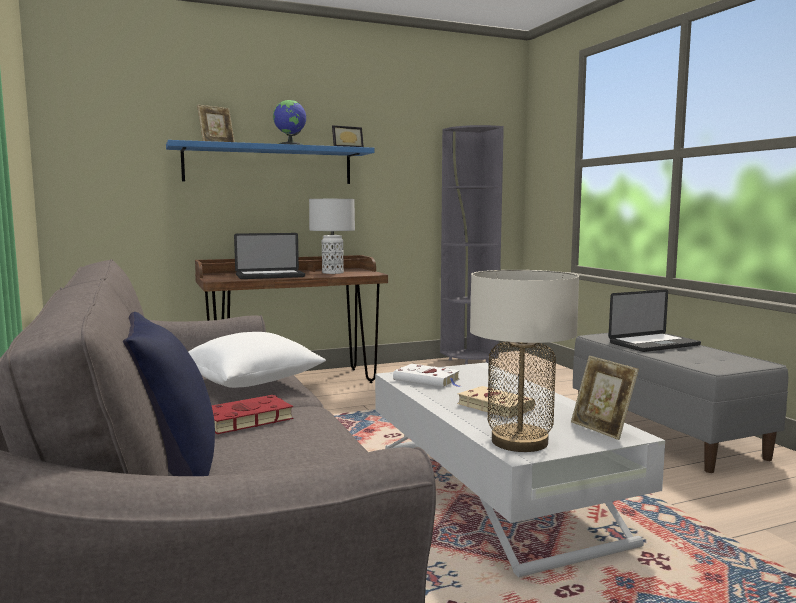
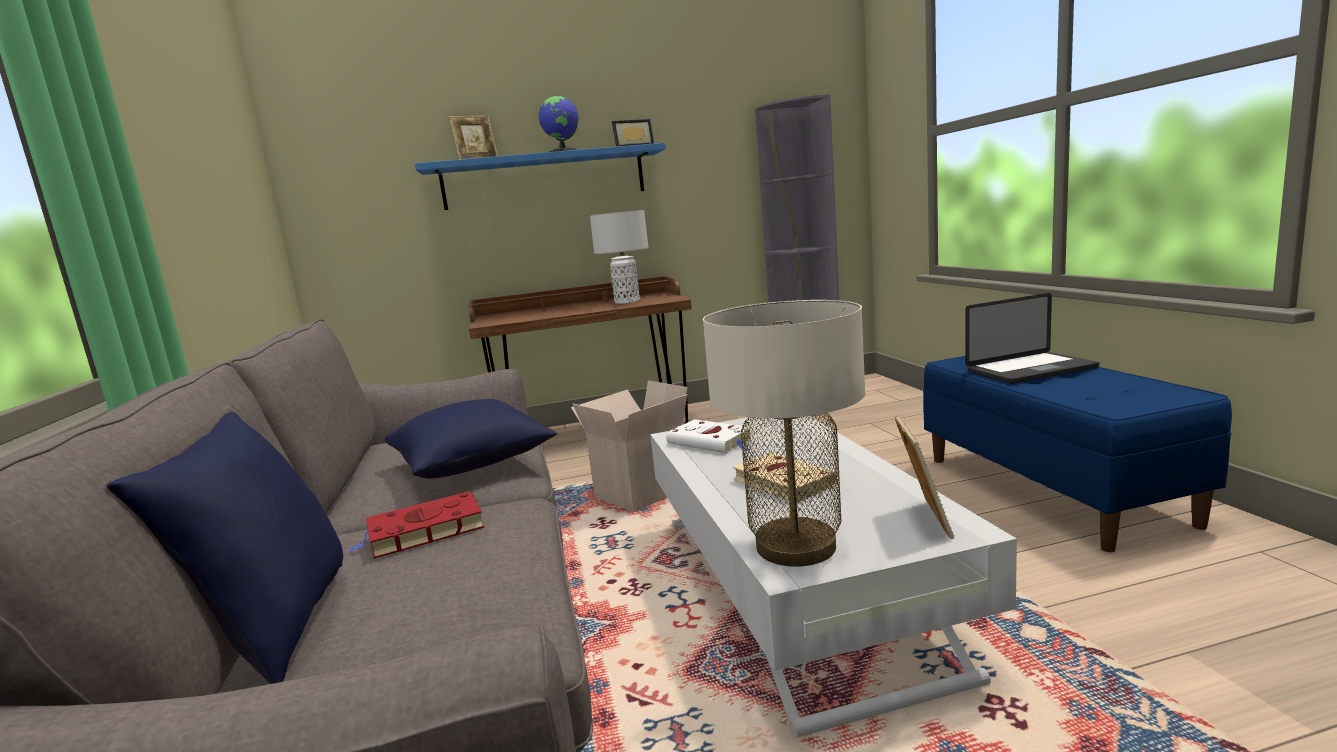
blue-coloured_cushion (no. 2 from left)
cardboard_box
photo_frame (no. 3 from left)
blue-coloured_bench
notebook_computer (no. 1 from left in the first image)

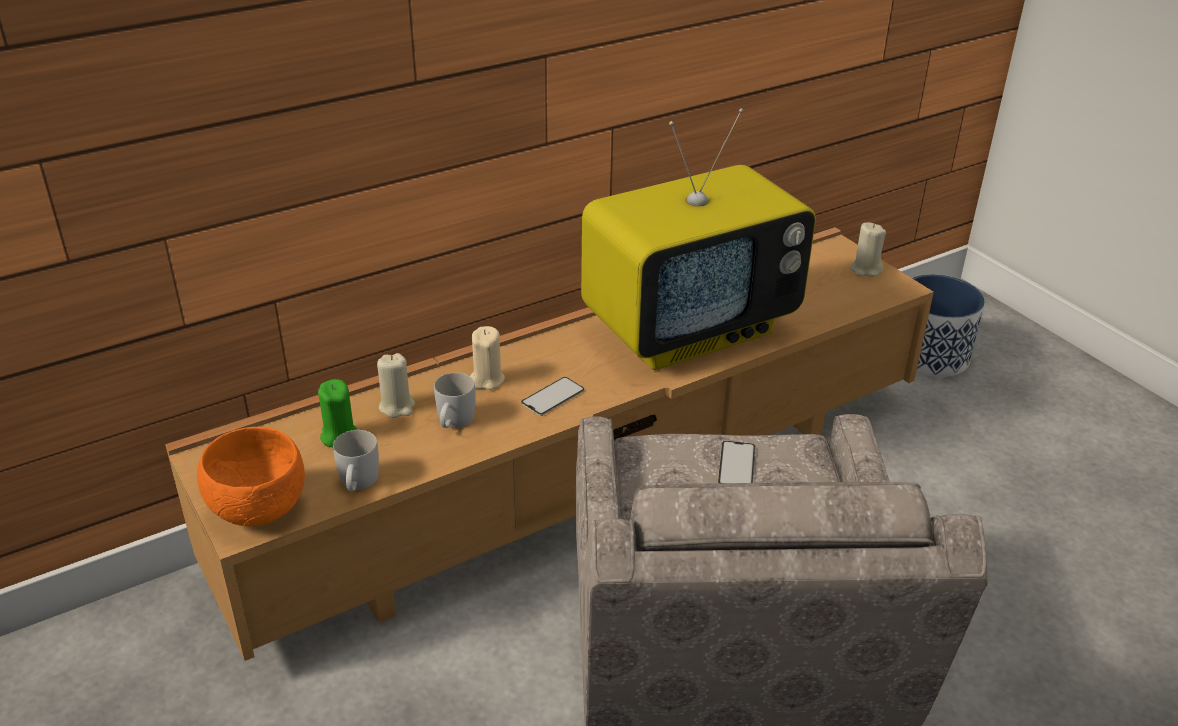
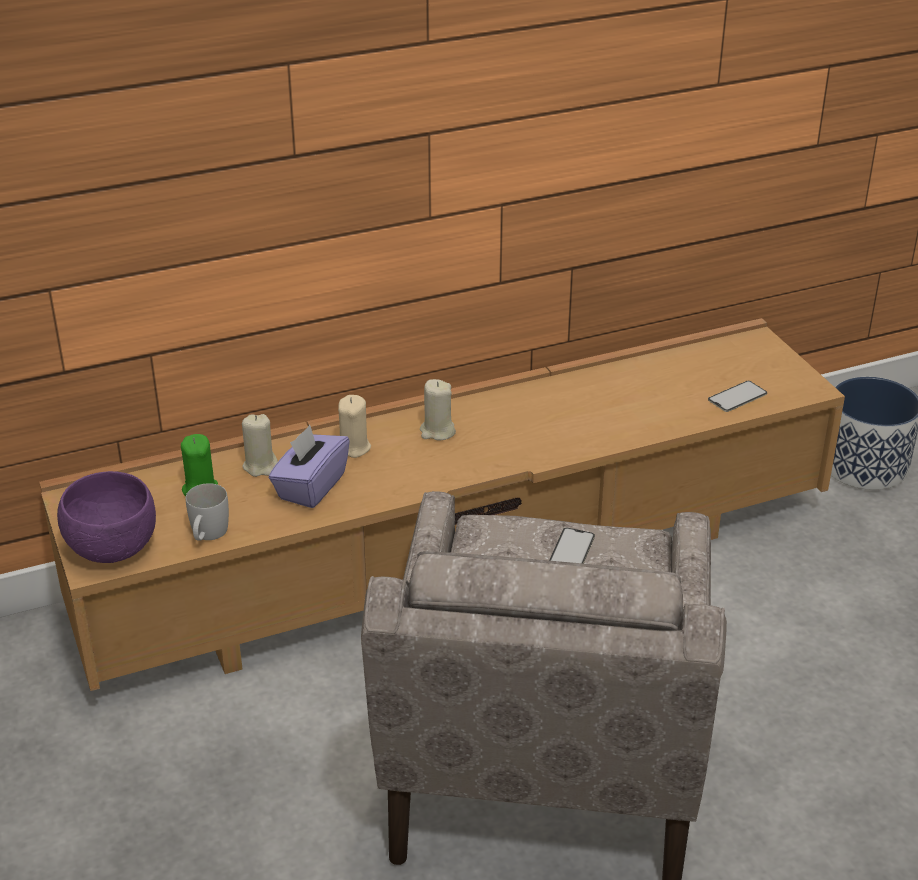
purplish_deep_dish
purplish_tissue_box
beige_candle (no. 3 from left)
handset (no. 2 from left)
TV

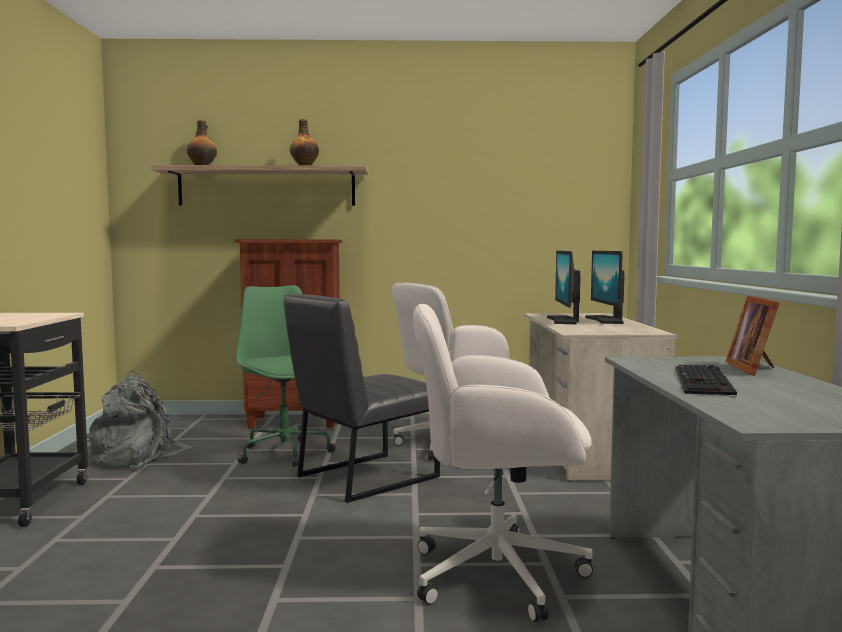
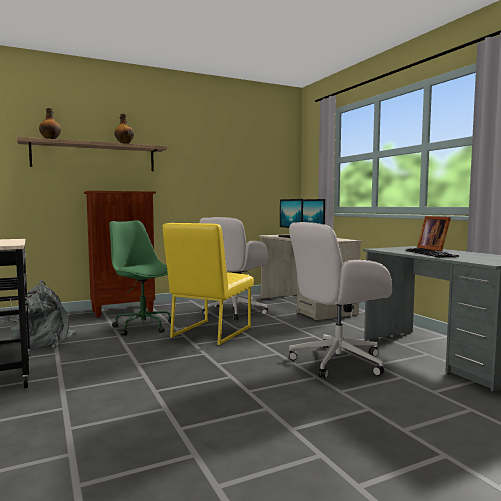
yellow_chair

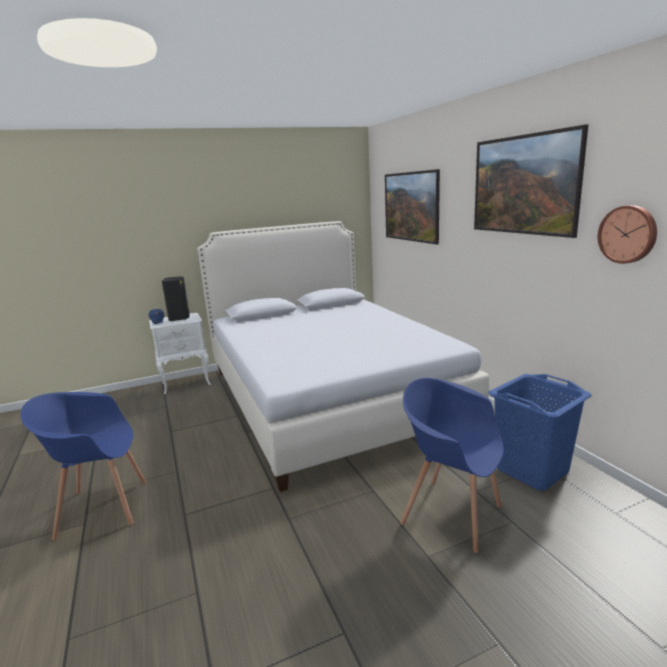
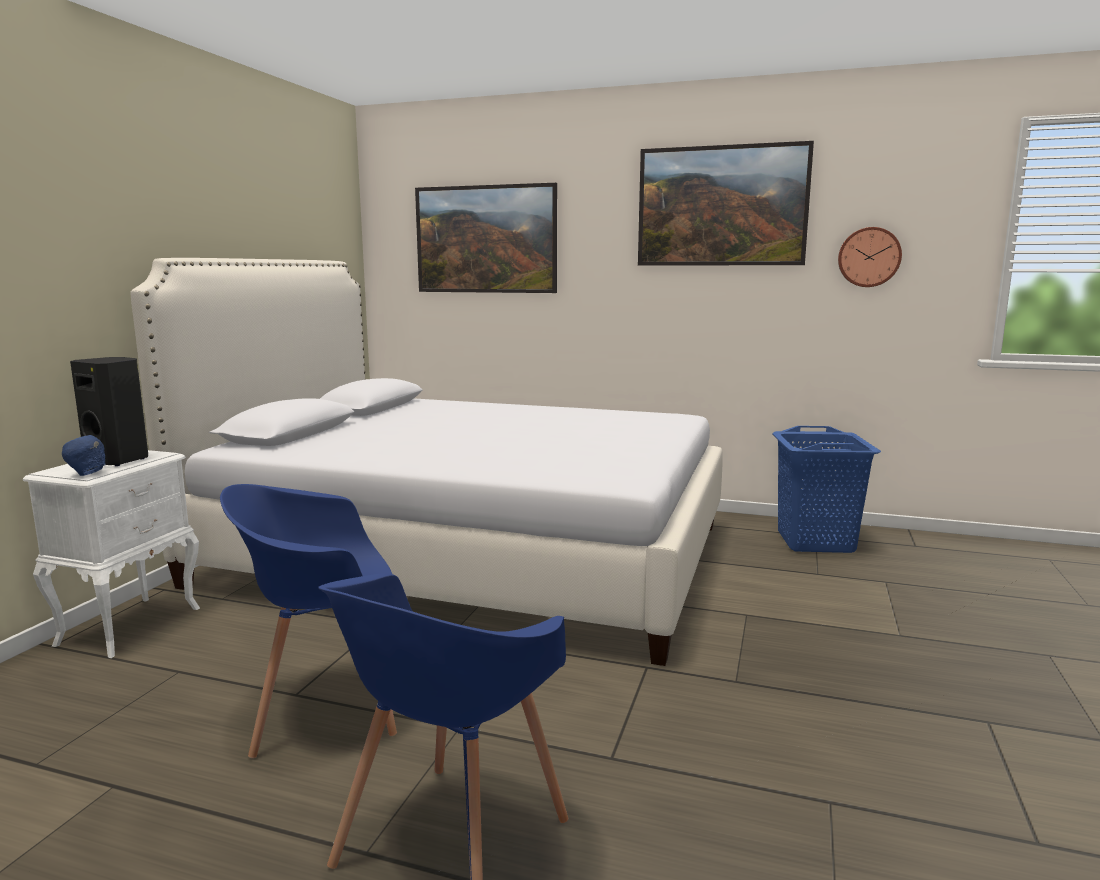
blue-coloured_chair (no. 1 from left)

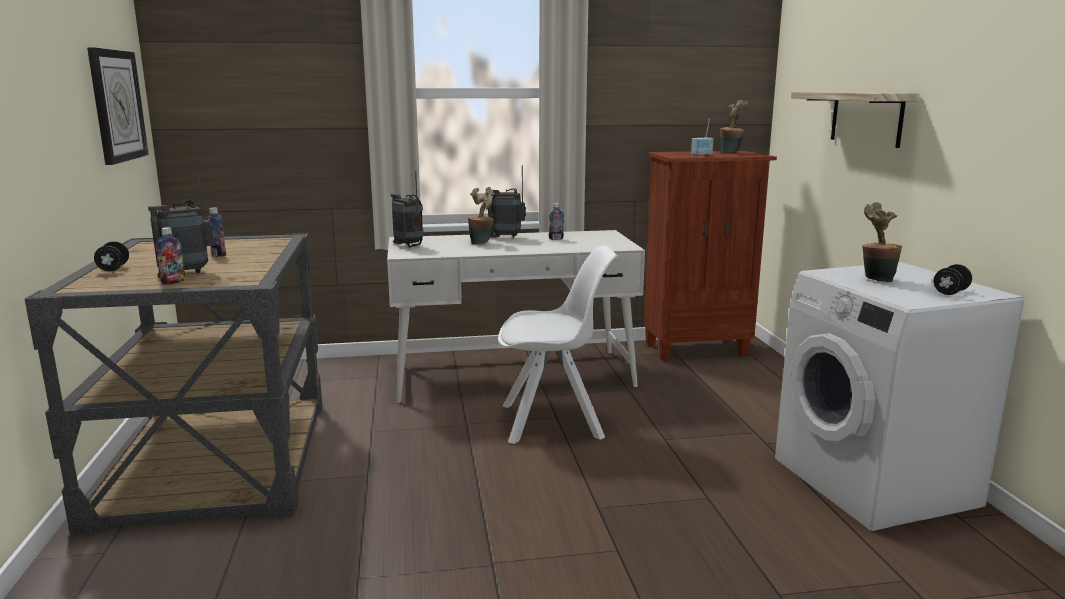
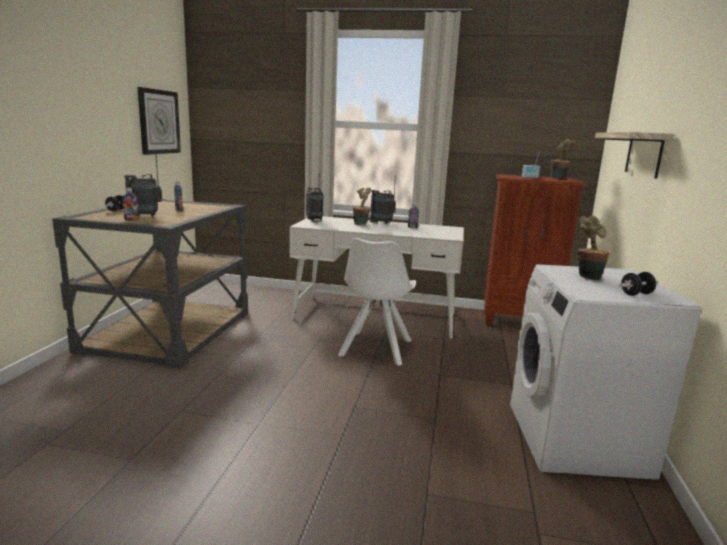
white_chair

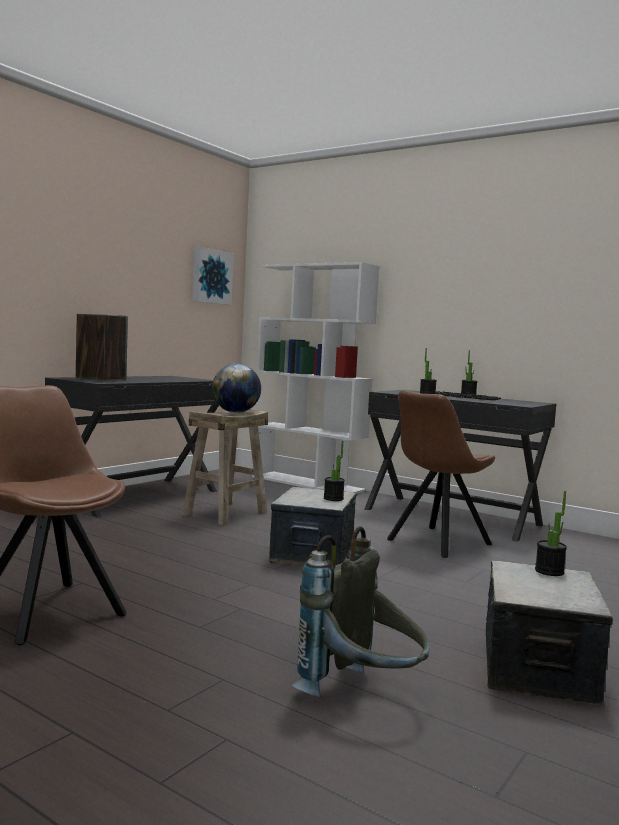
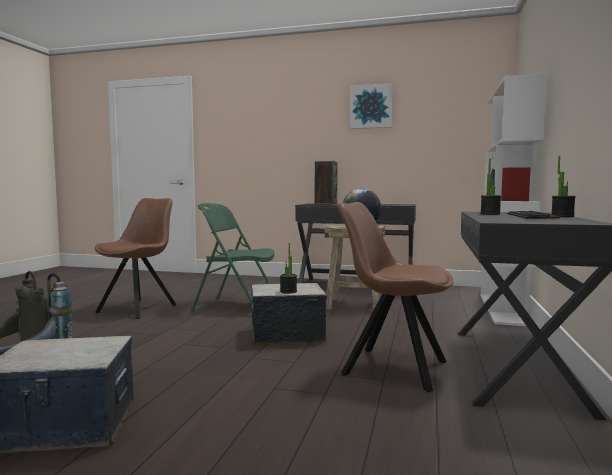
green-coloured_chair
wall_art
potted_plant (no. 4 from left in the first image)

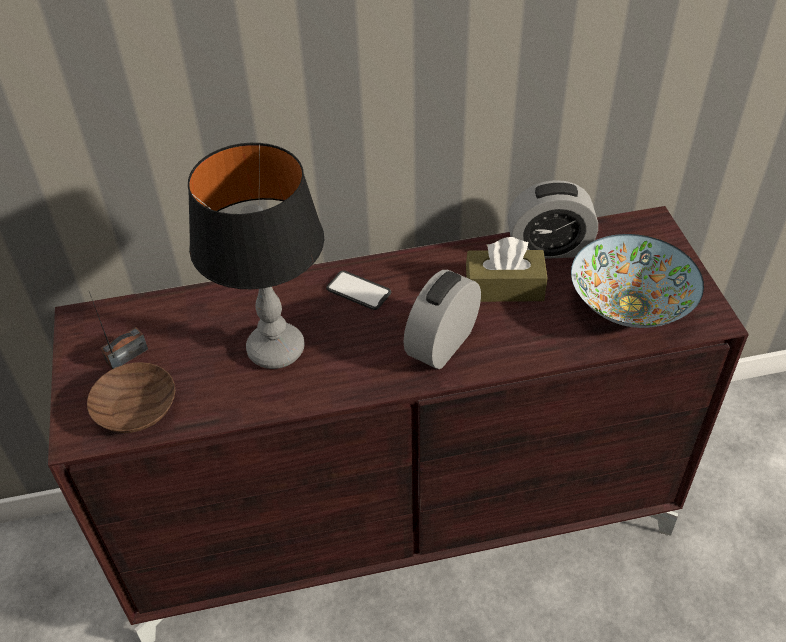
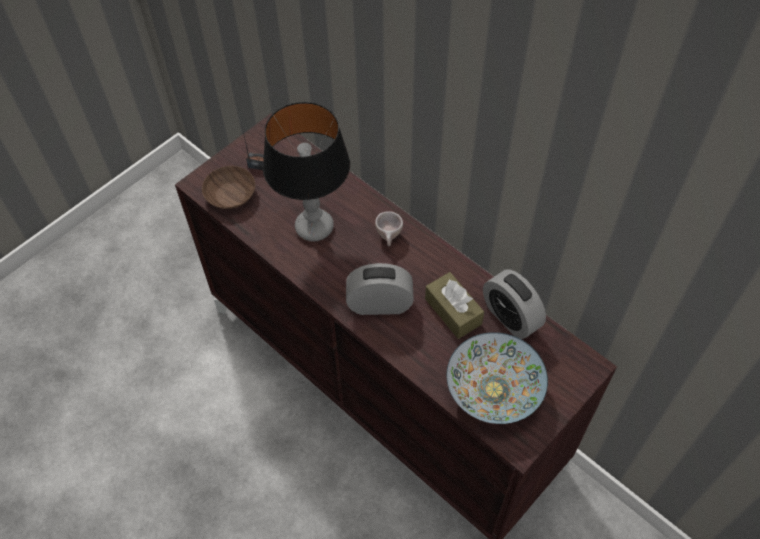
beige_cup

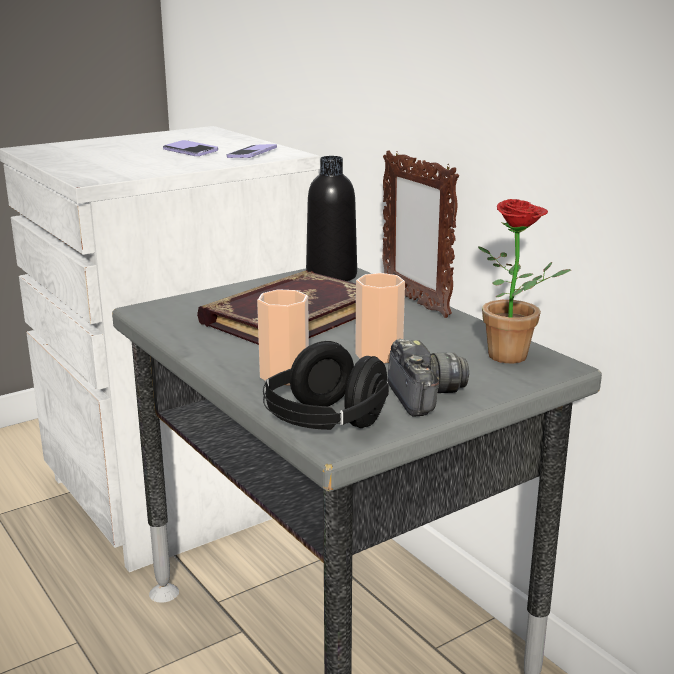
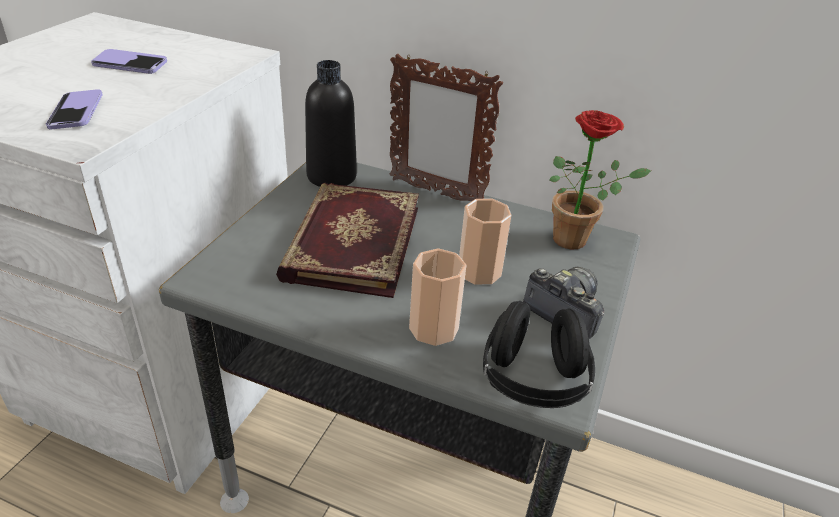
handset (no. 1 from left)

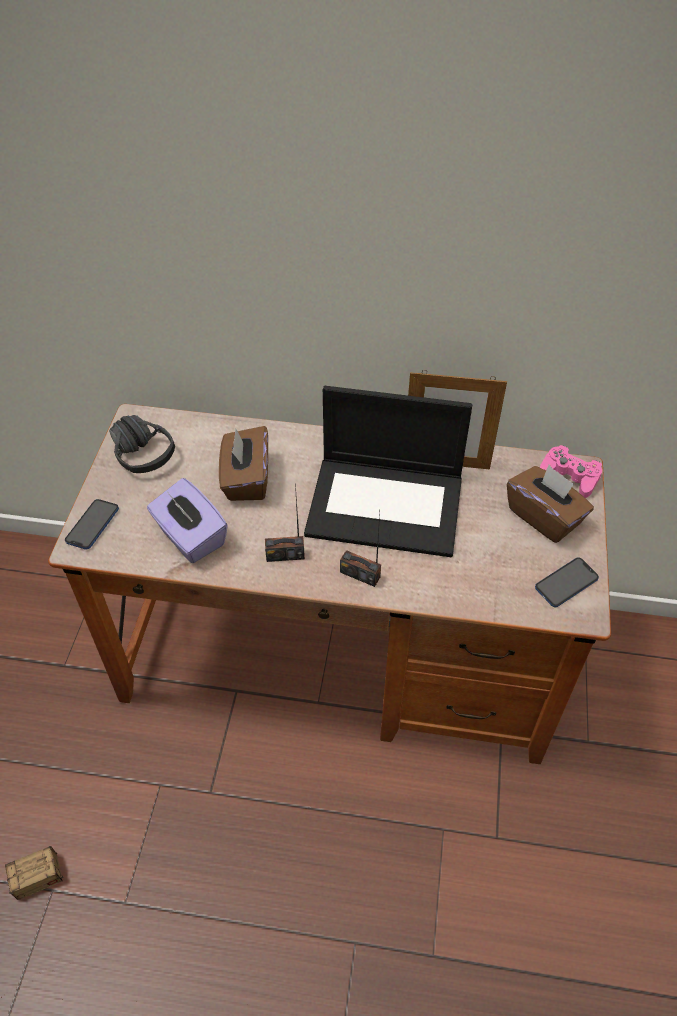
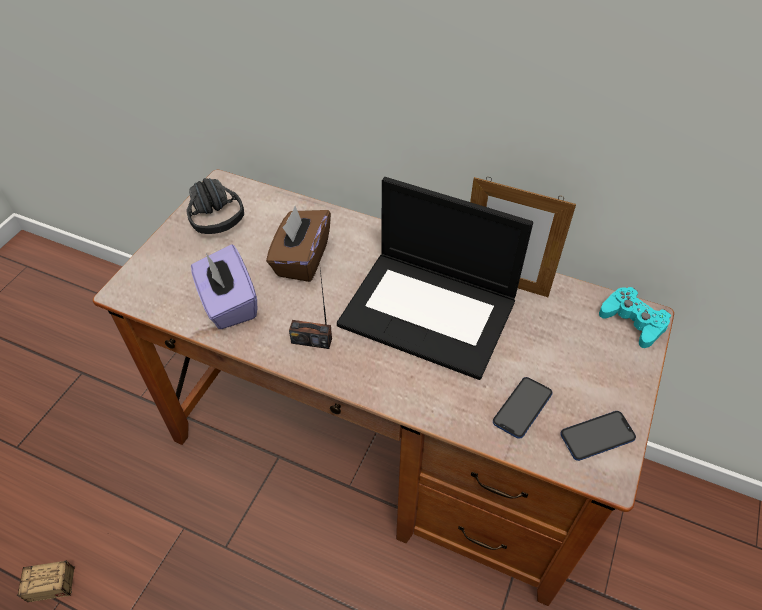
handset (no. 1 from left)
turquoise_game_controller
radio_set (no. 2 from left in the first image)
brown-coloured_tissue_box (no. 2 from left in the first image)

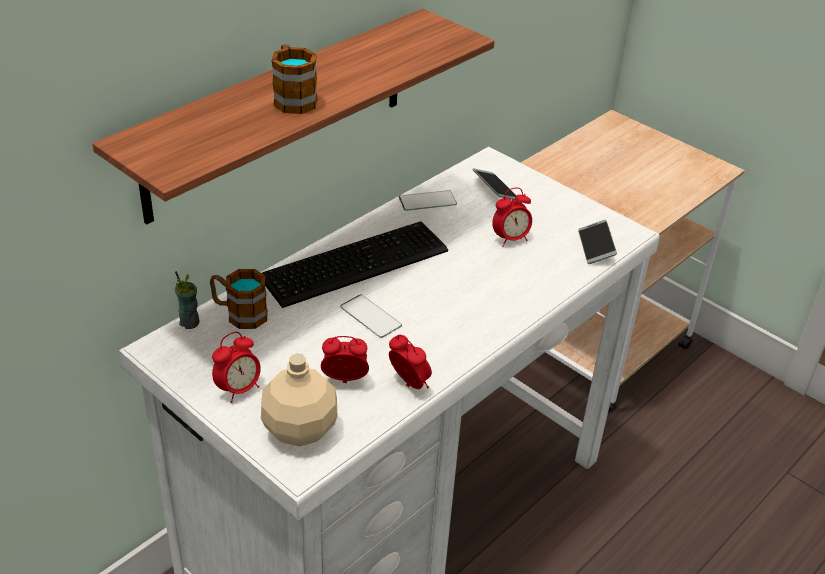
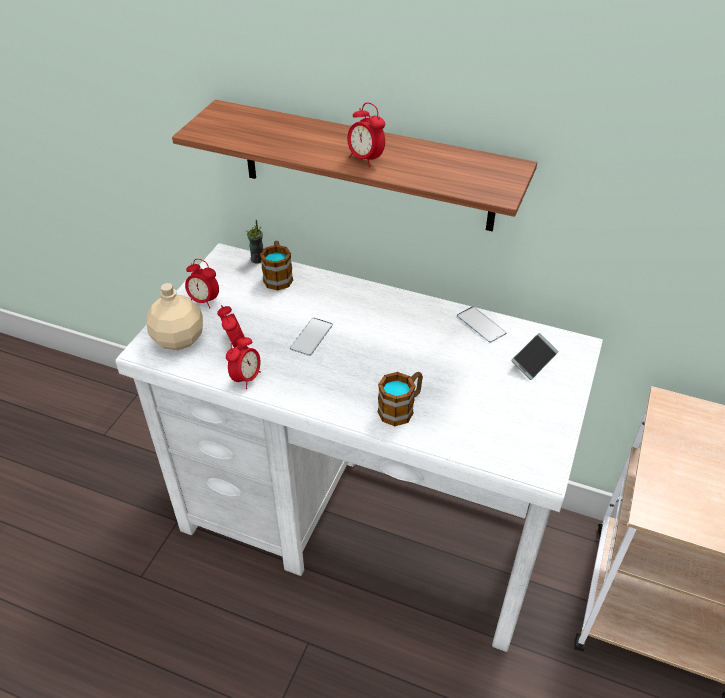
alarm_clock (no. 4 from left)
tea_mug (no. 2 from left)
PC_keyboard
handset (no. 4 from left in the first image)

